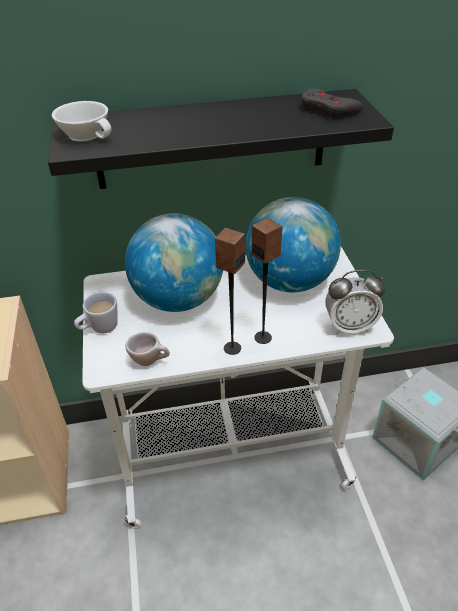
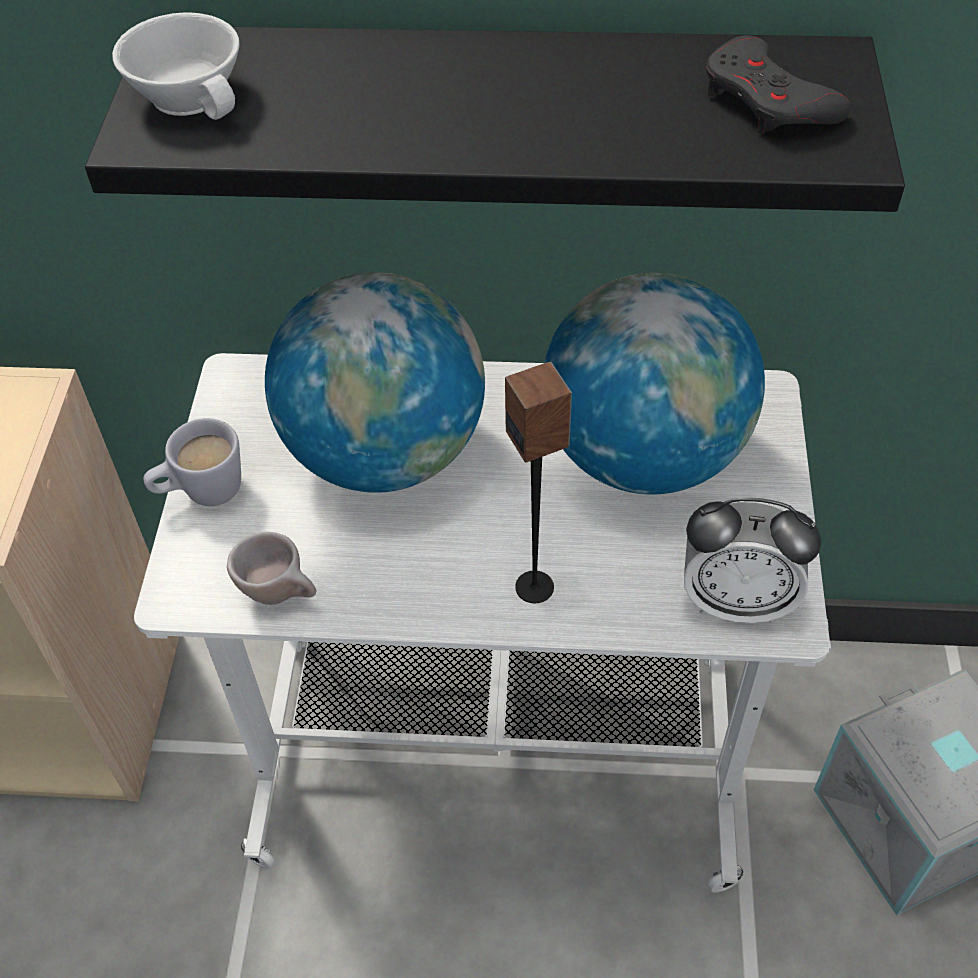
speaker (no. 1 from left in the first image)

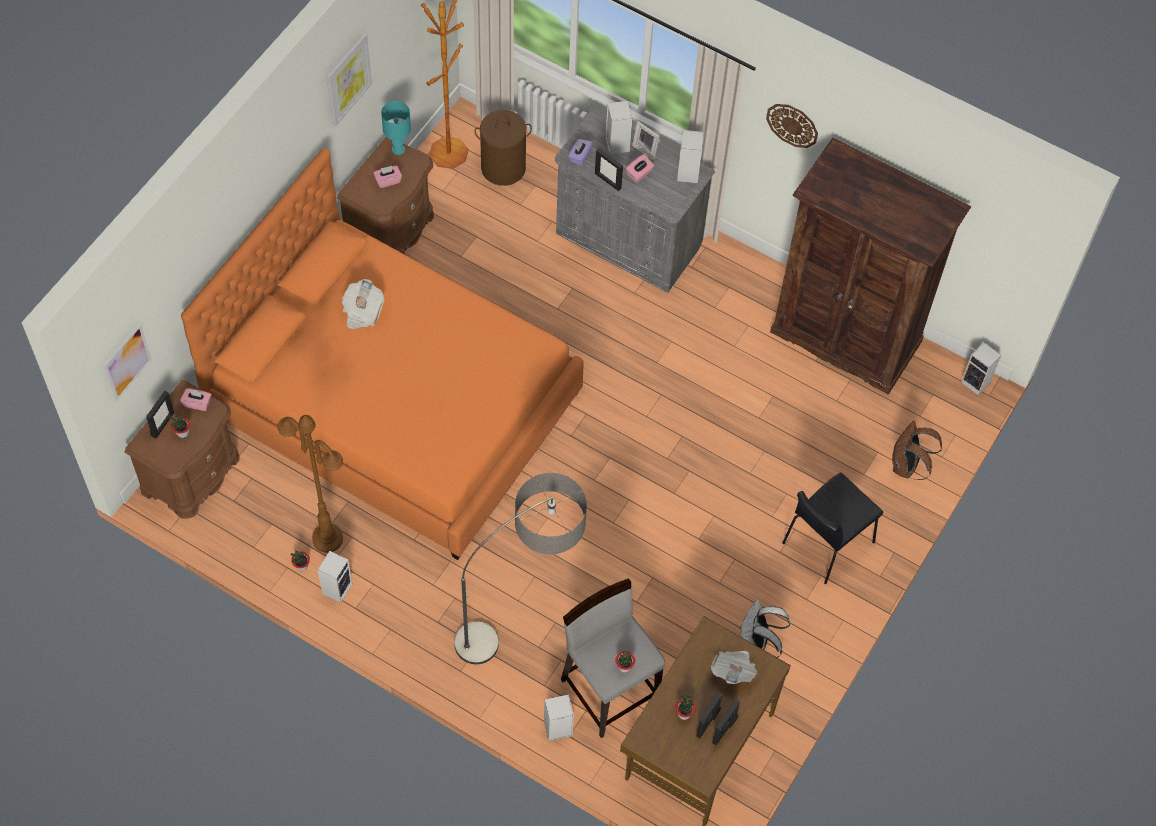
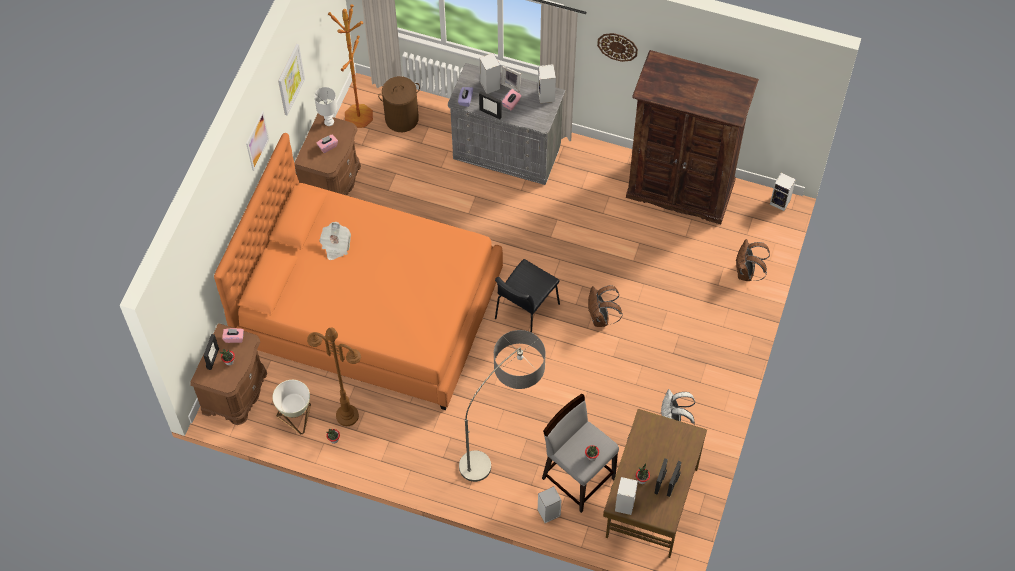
wall_art (no. 1 from left)
planter
white_tabletop_lamp
blackish_chair
brown-coloured_rucksack (no. 1 from left)
speaker (no. 4 from left)
newspaper (no. 2 from left in the first image)

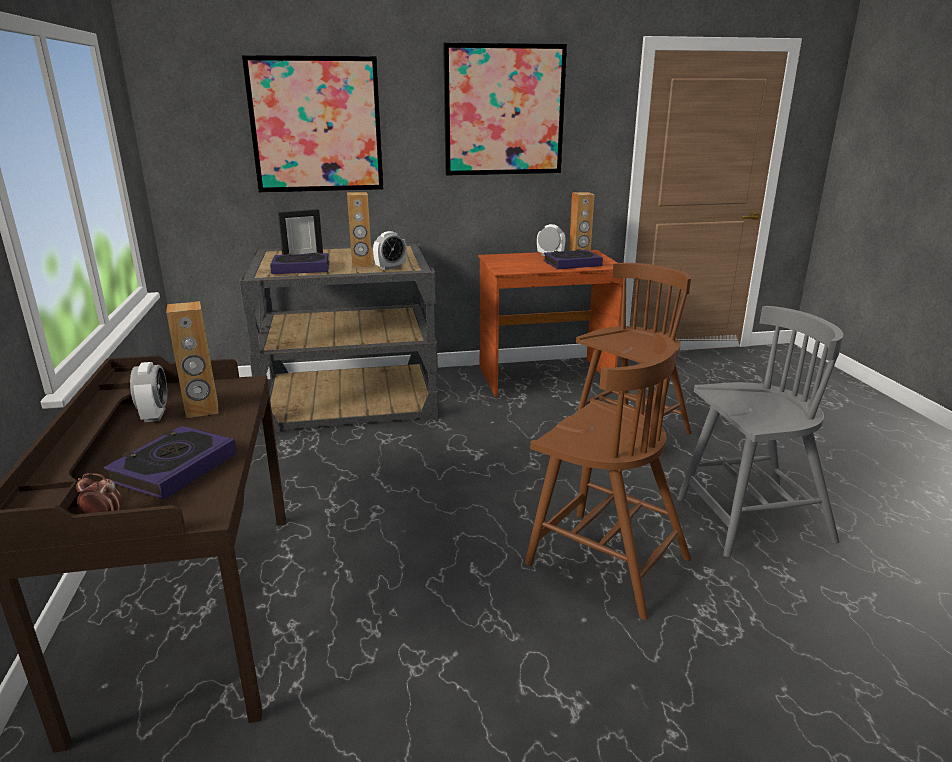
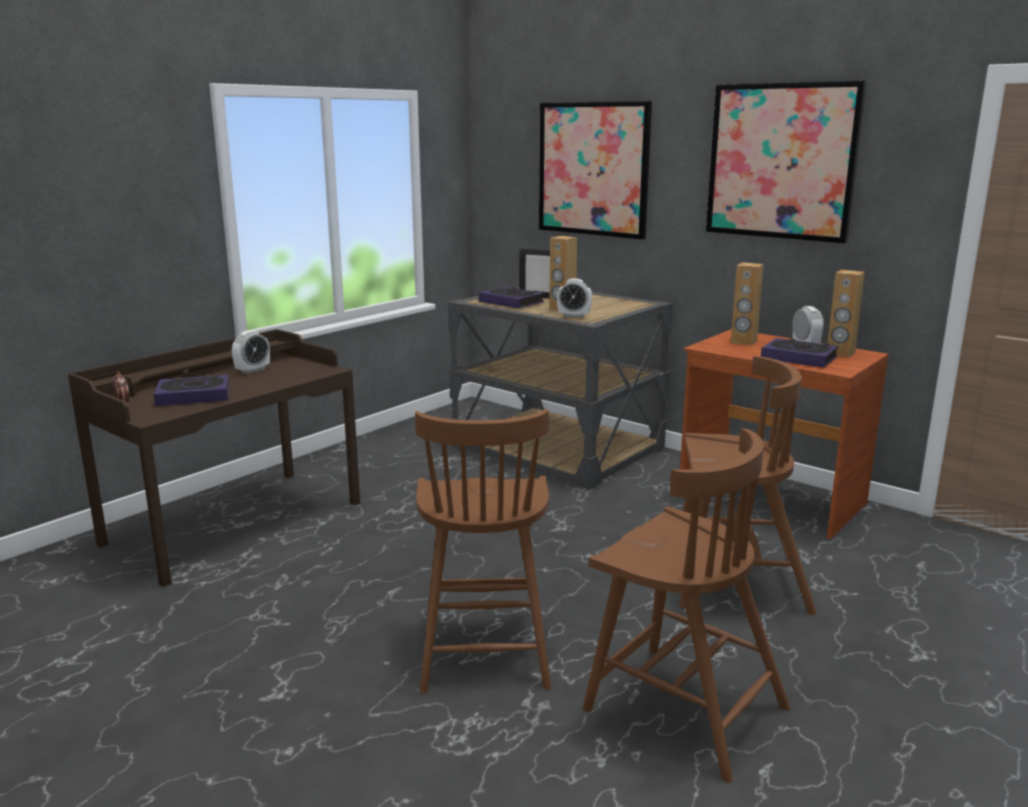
brown-coloured_chair (no. 2 from left)
brown-coloured_speaker (no. 2 from left)

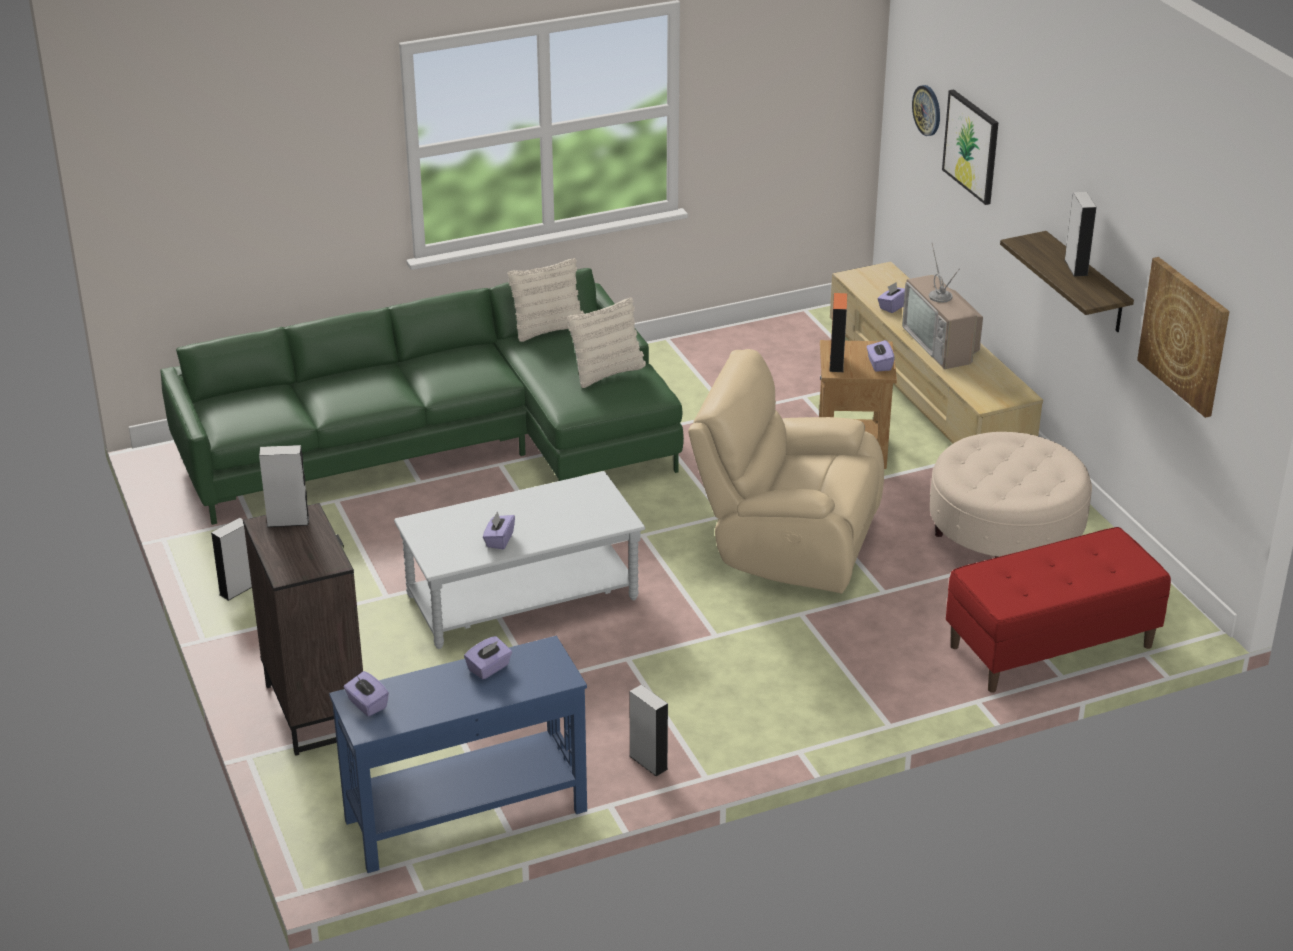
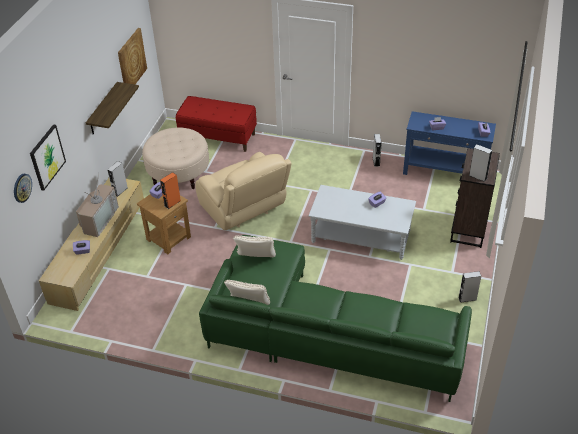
grey_speaker (no. 1 from left)

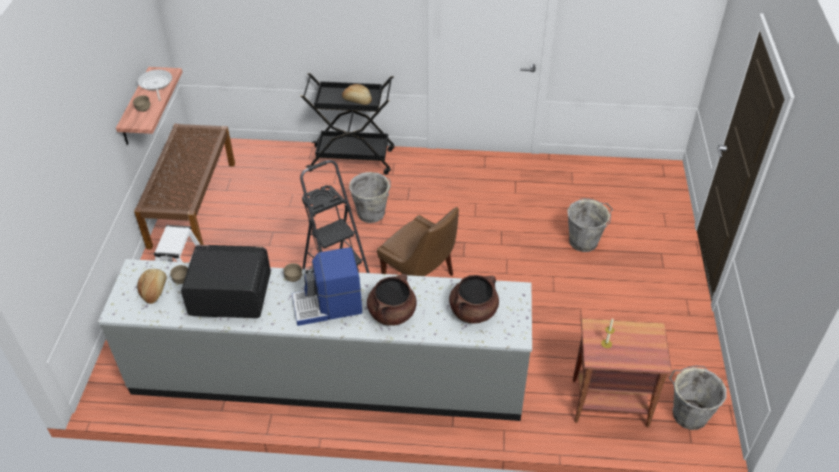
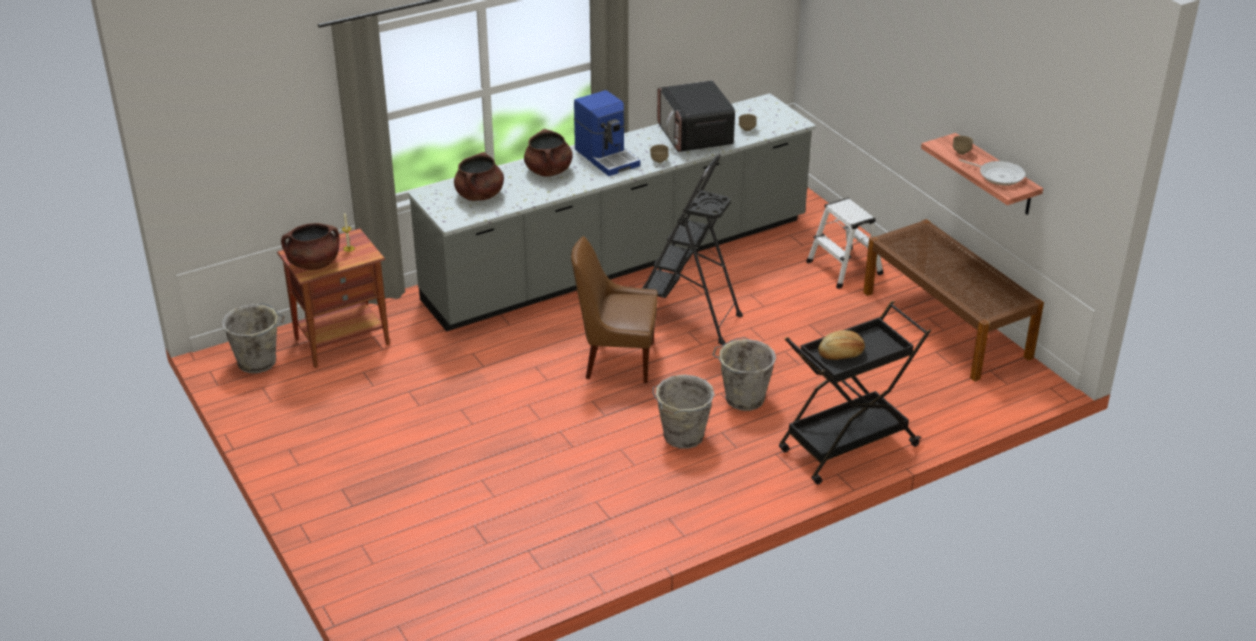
brown-coloured_cooking_pot (no. 1 from left)
coffee_brewer
grey_water_bucket (no. 2 from left)
microwave
bread (no. 1 from left in the first image)

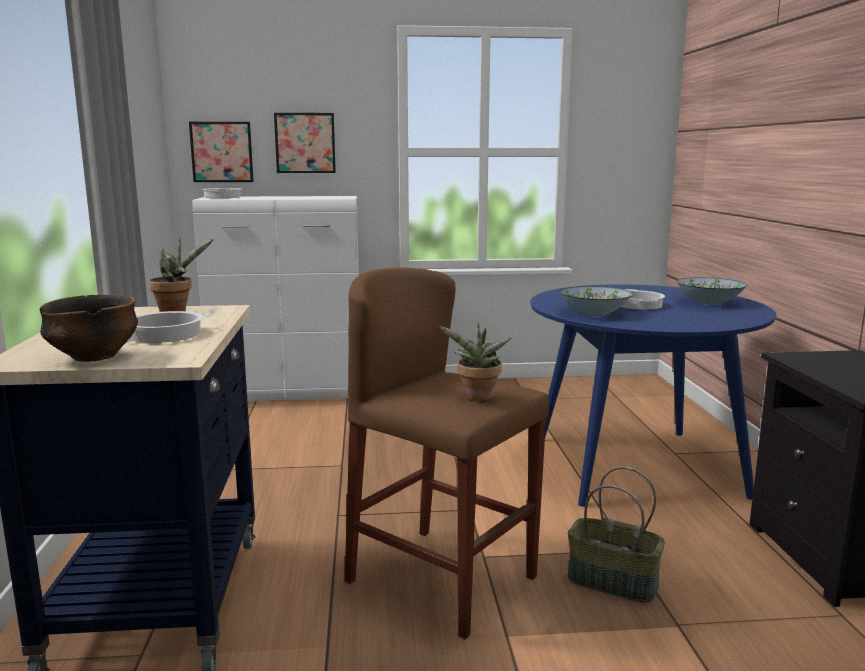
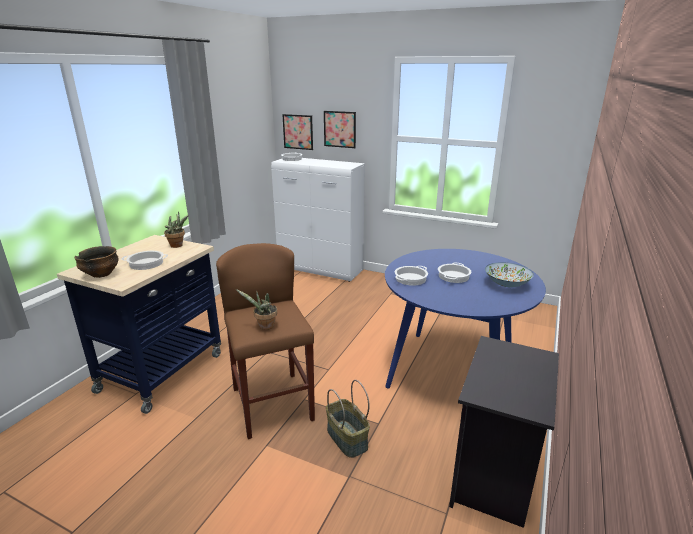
cooking_pot (no. 3 from left)

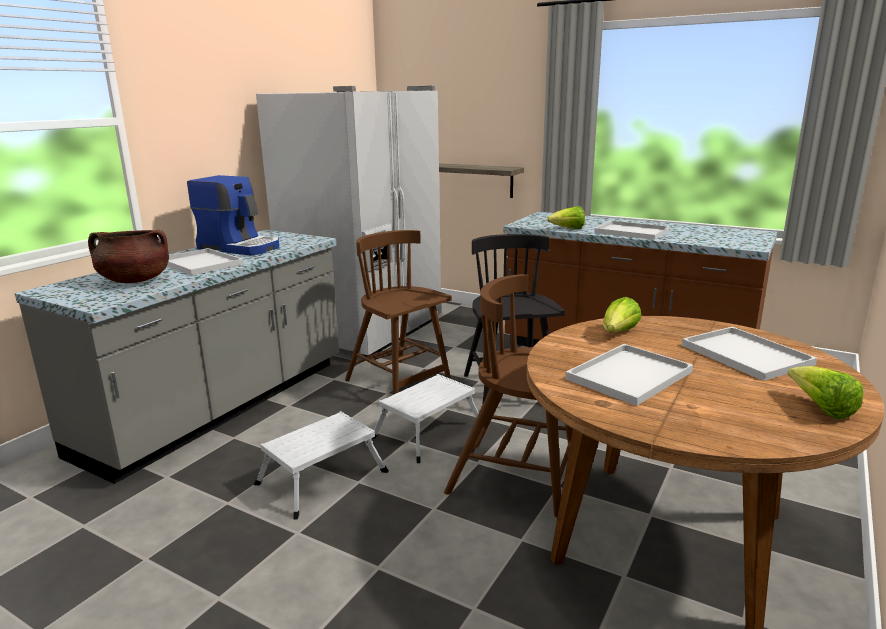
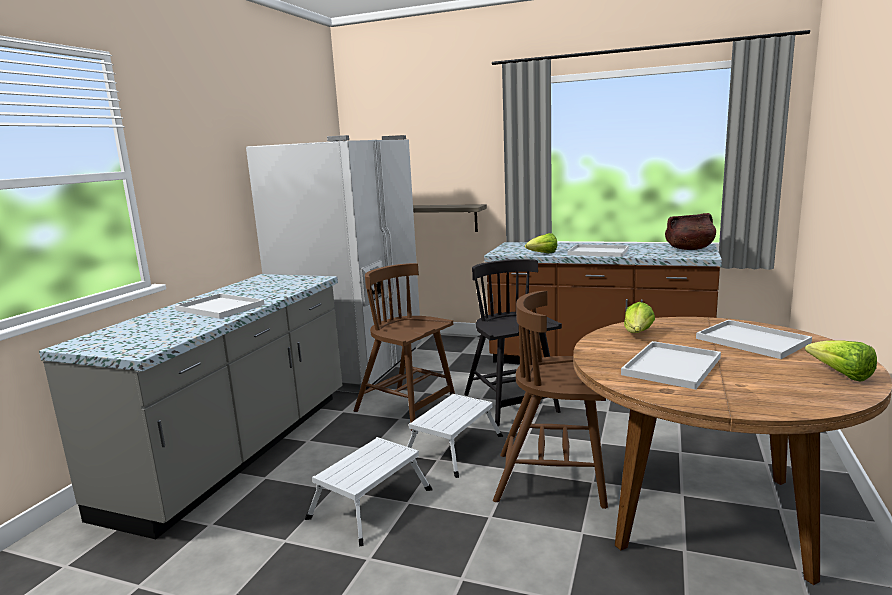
brown-coloured_cooking_pot
coffee_brewer

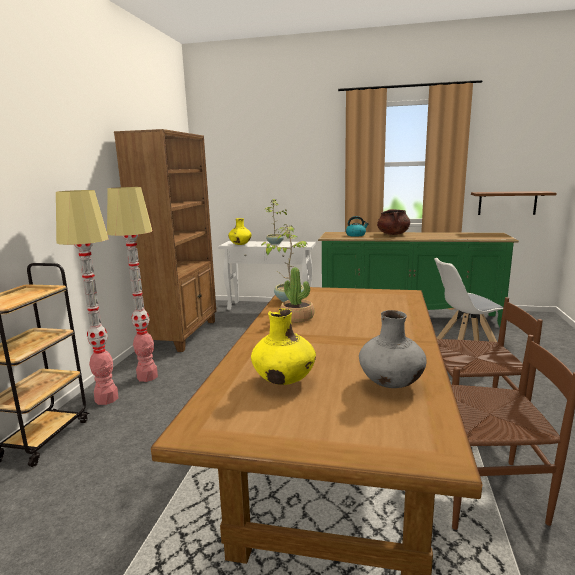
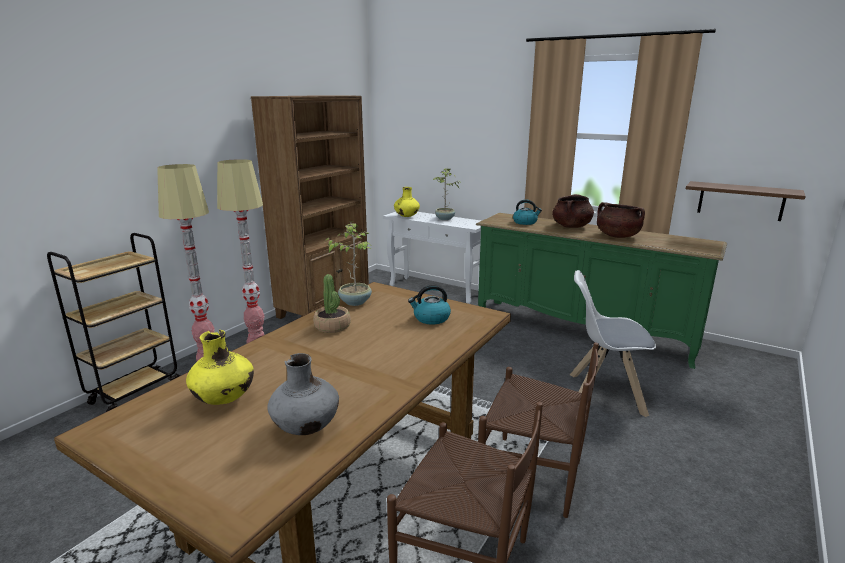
kettle (no. 1 from left)
brown-coloured_cooking_pot (no. 2 from left)

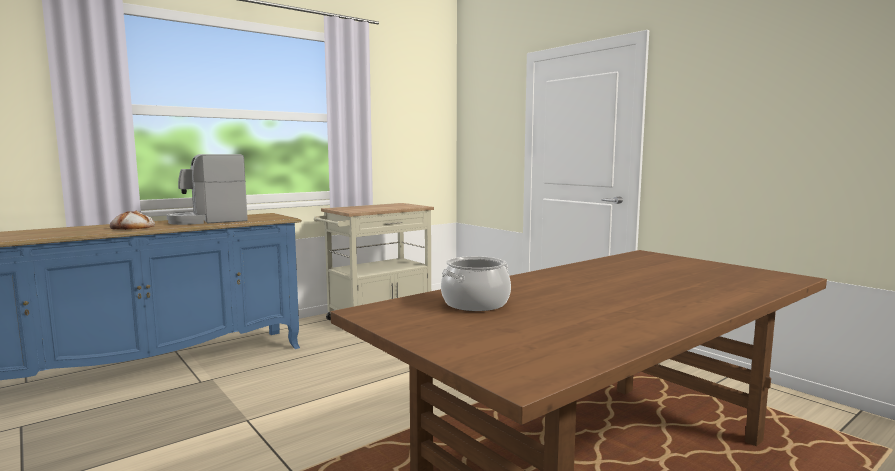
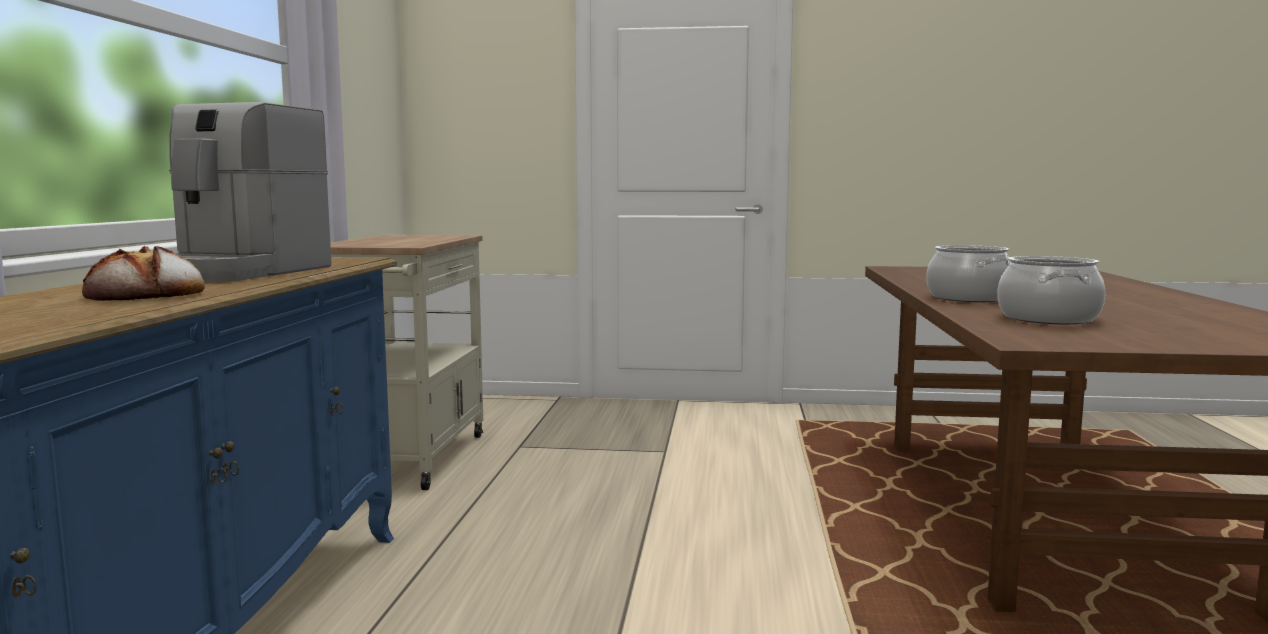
cooking_pot (no. 1 from left)

